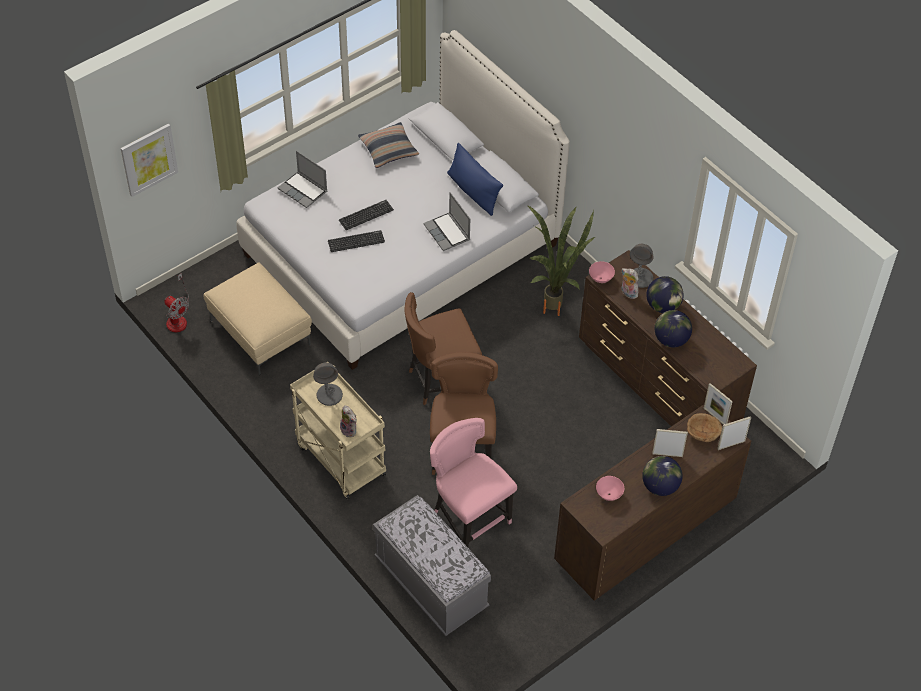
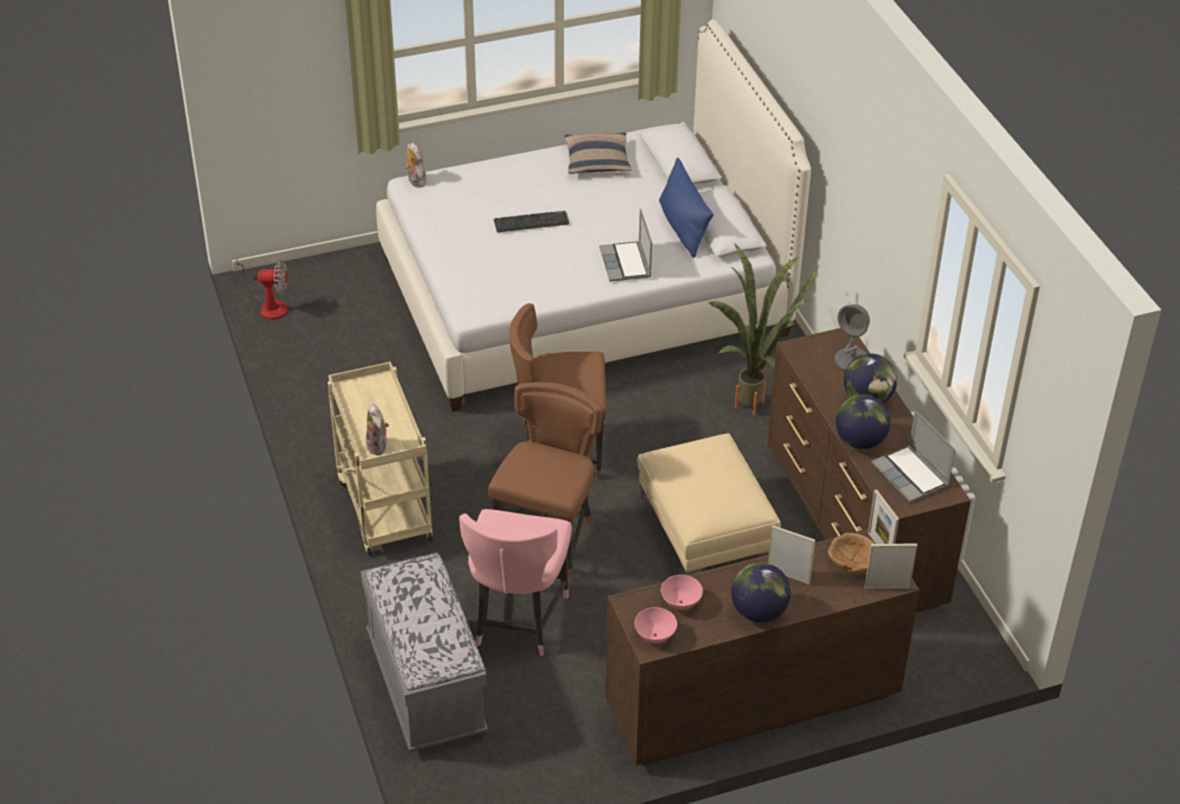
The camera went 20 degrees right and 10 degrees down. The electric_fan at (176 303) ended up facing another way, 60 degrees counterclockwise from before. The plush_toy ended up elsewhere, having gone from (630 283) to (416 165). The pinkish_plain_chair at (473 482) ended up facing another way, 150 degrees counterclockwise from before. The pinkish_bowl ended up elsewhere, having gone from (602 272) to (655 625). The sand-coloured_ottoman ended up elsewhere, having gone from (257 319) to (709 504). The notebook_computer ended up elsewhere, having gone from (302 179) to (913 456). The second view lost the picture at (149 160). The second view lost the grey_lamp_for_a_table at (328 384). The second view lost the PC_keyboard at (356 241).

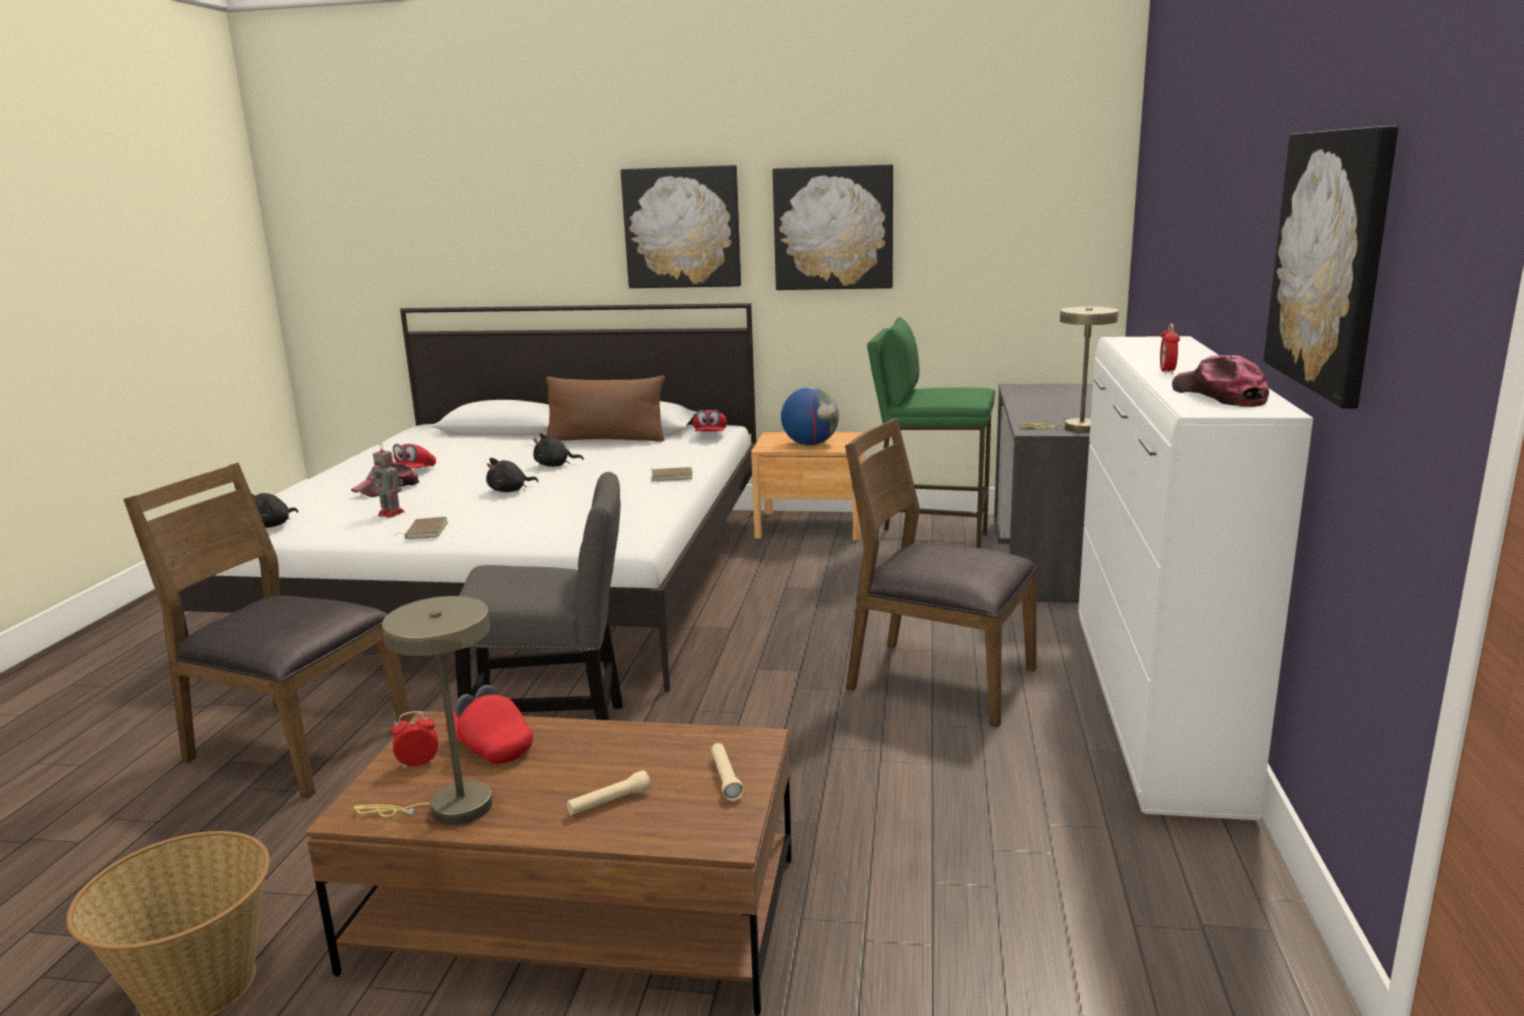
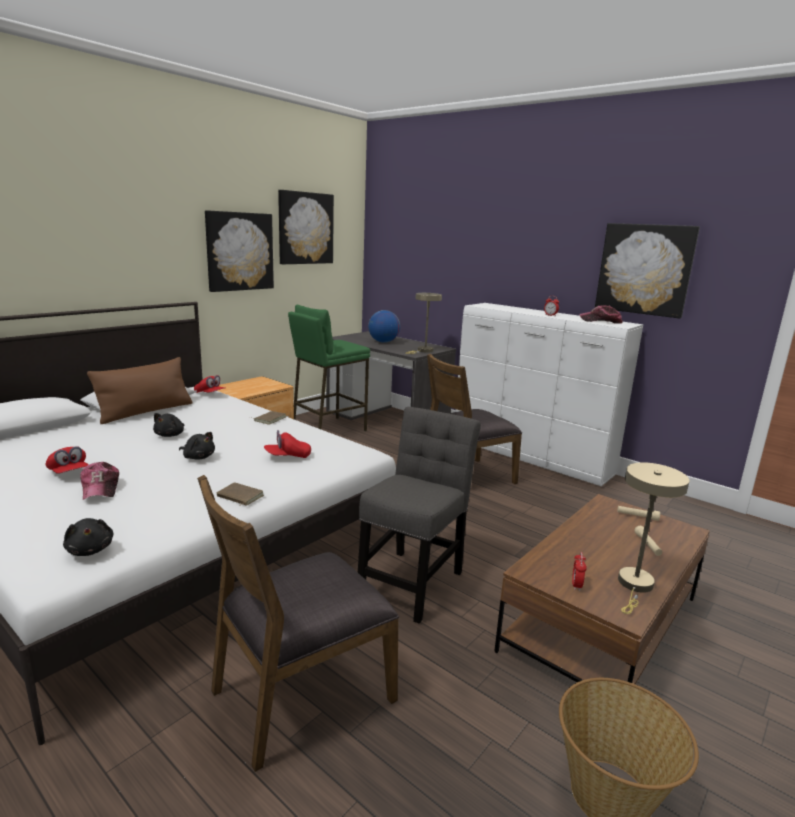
The camera went 60 degrees left and 0 degrees up. The black-coloured_plush_toy at (512 475) ended up facing another way, 60 degrees counterclockwise from before. The red_baseball_cap ended up elsewhere, having gone from (489 724) to (287 444). The picture ended up elsewhere, having gone from (681 226) to (306 227). The globe ended up elsewhere, having gone from (810 416) to (384 326). The second view lost the toy_robot at (388 480).

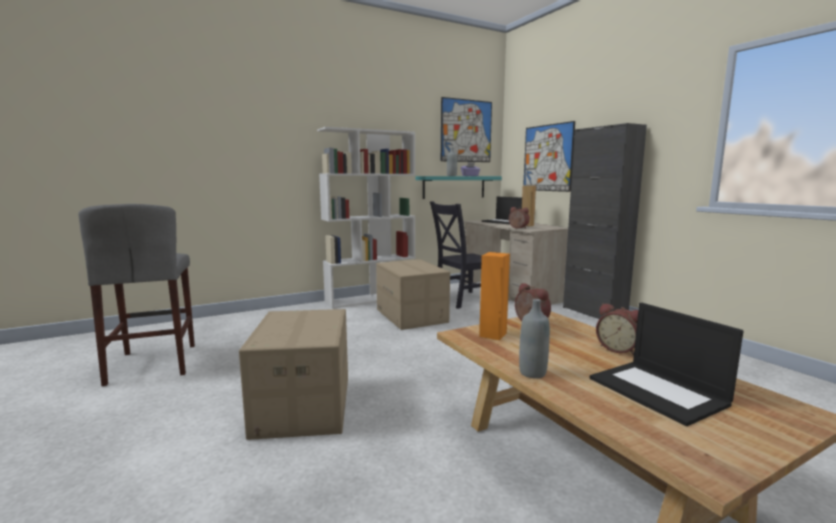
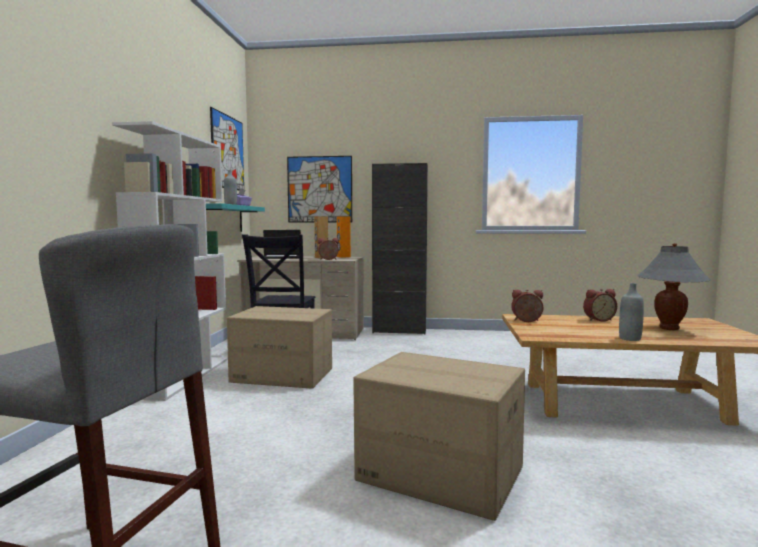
The camera went 55 degrees left and 5 degrees down. The orange-coloured_speaker ended up elsewhere, having gone from (494 296) to (344 237). Where the notebook_computer stood at (666 364), the grey_lamp_for_a_table came to stand at (674 286).

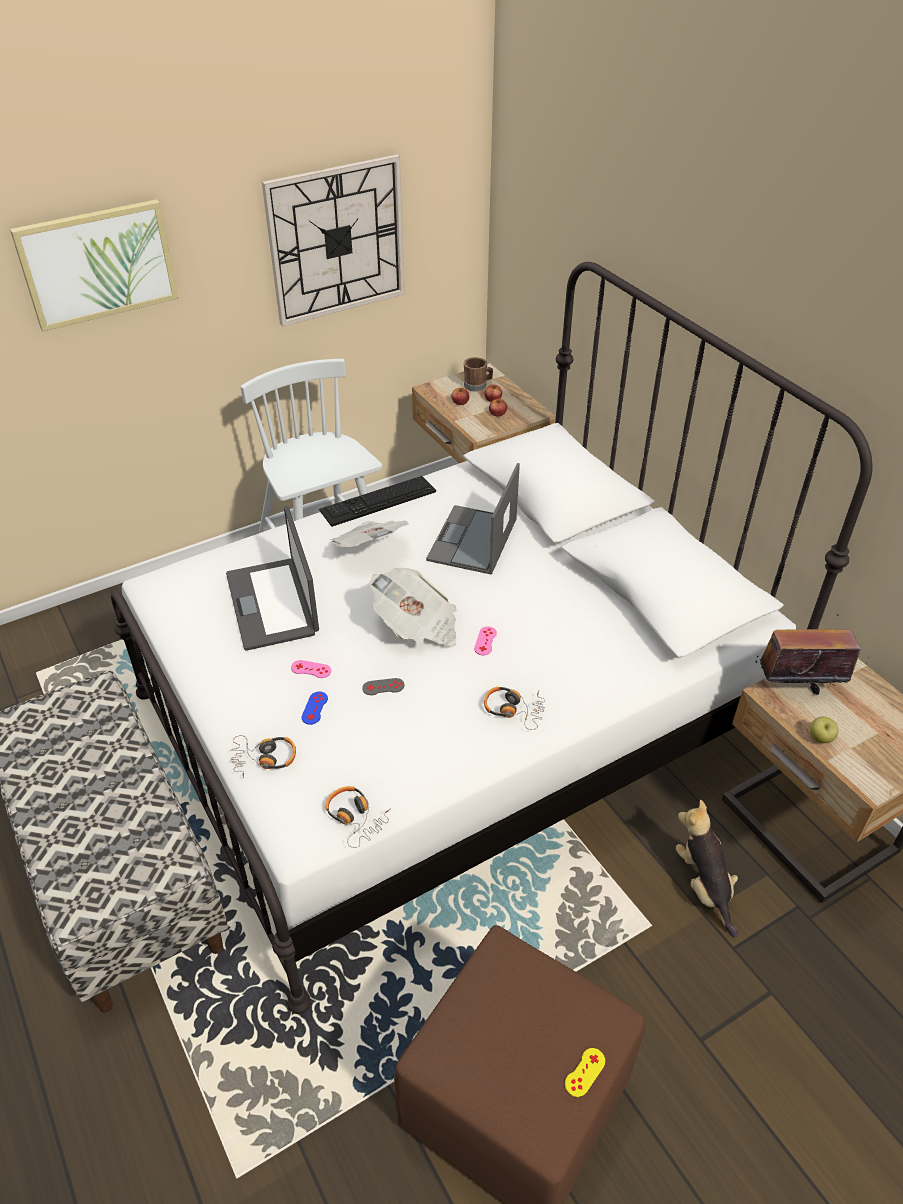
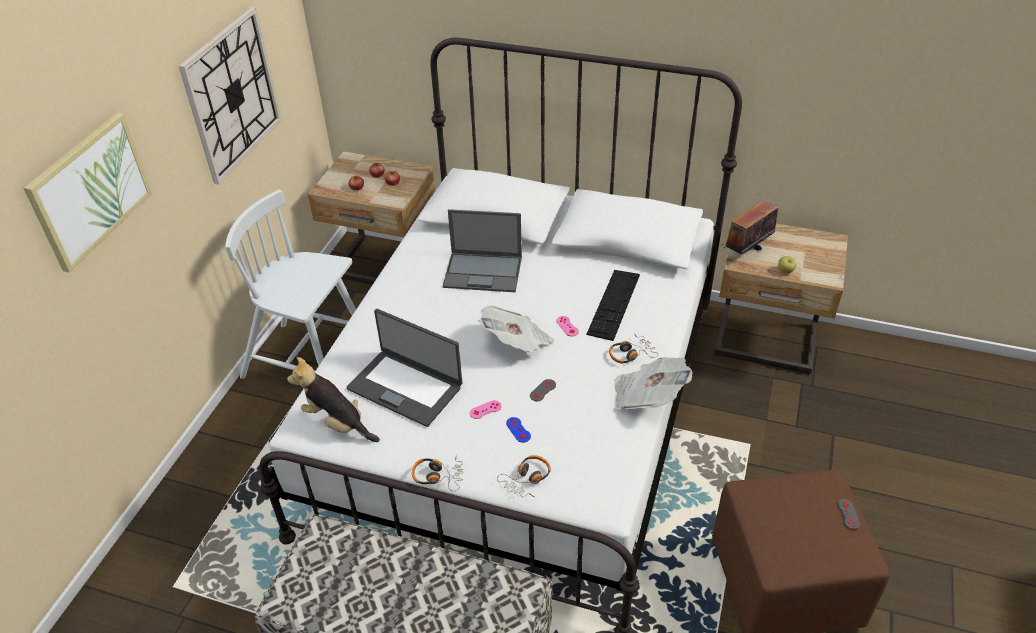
The camera went 40 degrees left and 0 degrees up. The plush_toy ended up elsewhere, having gone from (707 869) to (333 399). The headset ended up elsewhere, having gone from (358 817) to (437 474). The notebook_computer at (473 519) ended up facing another way, 60 degrees counterclockwise from before. The PC_keyboard ended up elsewhere, having gone from (377 501) to (613 305). The newspaper ended up elsewhere, having gone from (369 534) to (653 383). What was the yellow_game_controller at (585 1072) turned into the grey_game_controller at (849 514). The second view lost the brown_mug at (478 374).

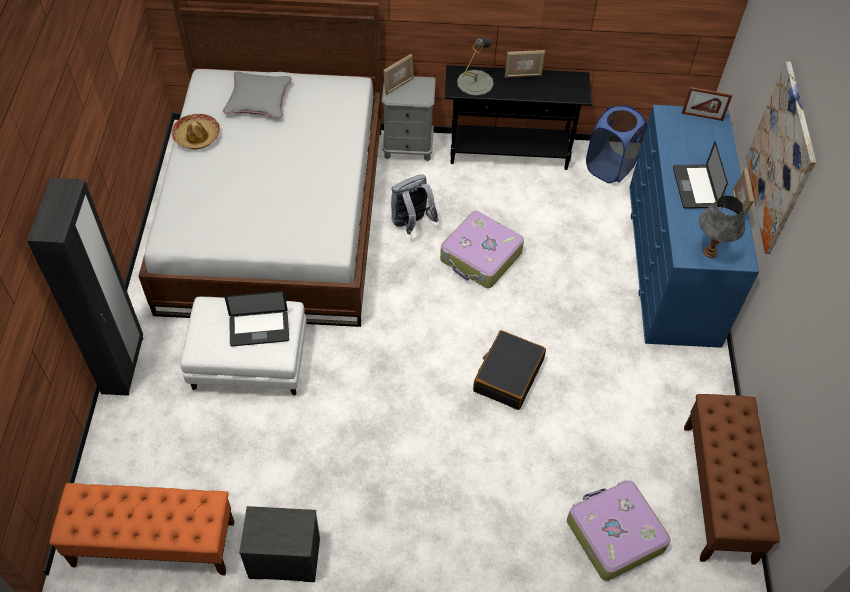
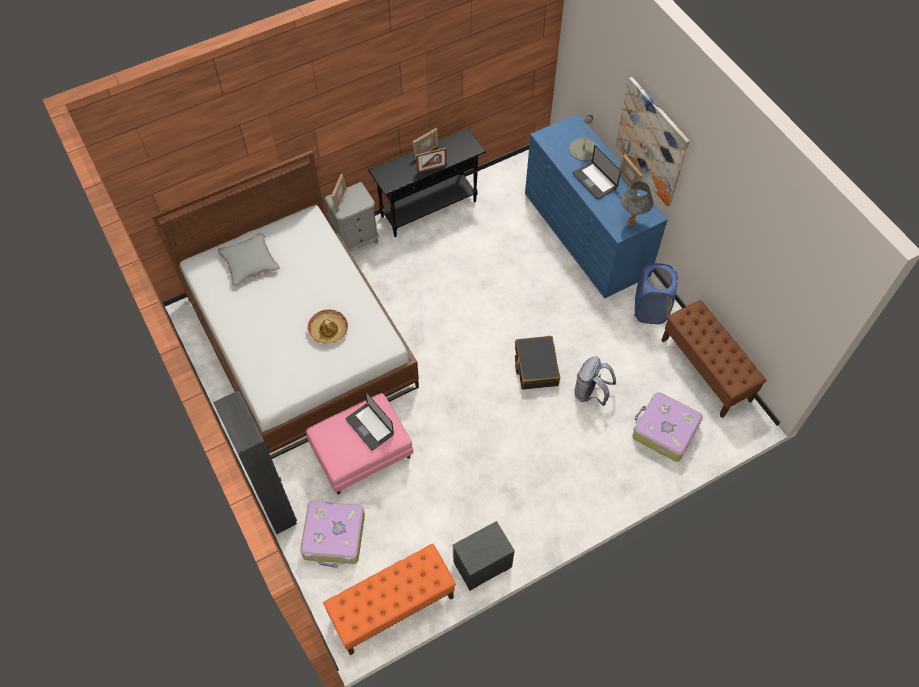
The camera went 30 degrees left and 5 degrees up. The piece_of_luggage ended up elsewhere, having gone from (482 249) to (332 534). What was the whitish_ottoman at (243 346) turned into the pinkish_ottoman at (359 444). The wearable_hat ended up elsewhere, having gone from (195 132) to (328 326). The notebook_computer at (257 319) ended up facing another way, 90 degrees clockwise from before. The picture_frame ended up elsewhere, having gone from (707 104) to (431 160). The grey_lamp_for_a_table ended up elsewhere, having gone from (475 67) to (583 137). The grey_backpack ended up elsewhere, having gone from (415 204) to (595 381). The blue-coloured_laundry_basket ended up elsewhere, having gone from (616 144) to (656 293).

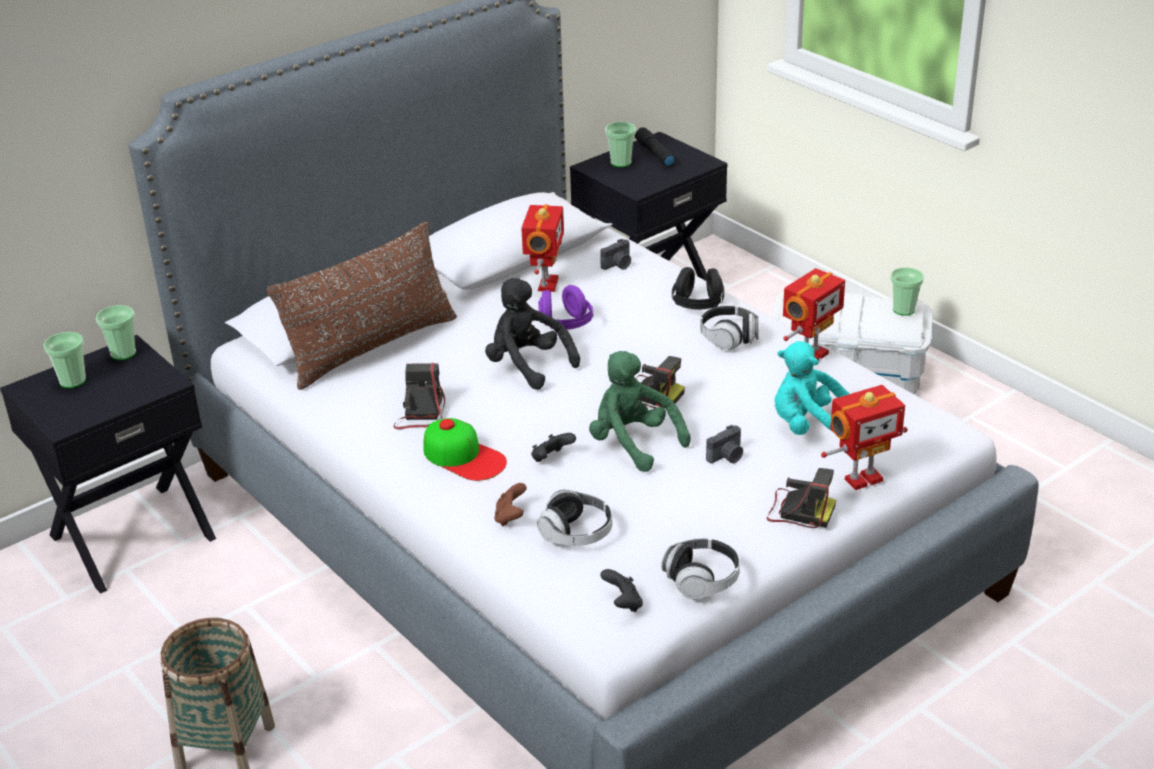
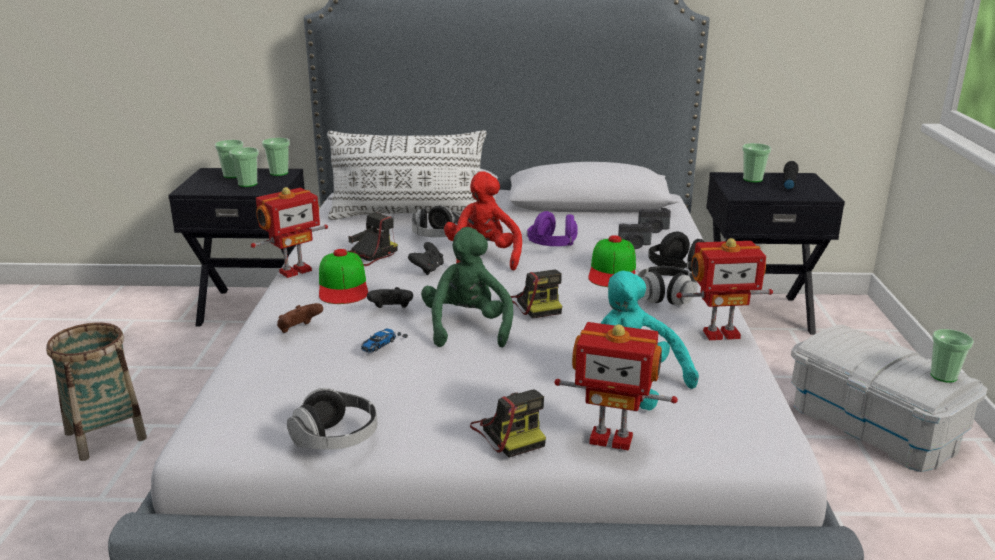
The camera went 40 degrees right and 10 degrees down. The second view gained the cup at (244 167). The toy_robot ended up elsewhere, having gone from (542 248) to (289 232). What was the brown_pillow at (362 305) turned into the whitish_pillow at (407 175). The second view gained the miniature_car at (384 340). The black-coloured_game_controller ended up elsewhere, having gone from (621 590) to (426 258). The headset ended up elsewhere, having gone from (574 517) to (436 221). What was the black-coloured_plush_toy at (532 334) turned into the red_plush_toy at (483 220). The second view gained the baseball_cap at (612 261). The photo_camera ended up elsewhere, having gone from (724 444) to (635 235).

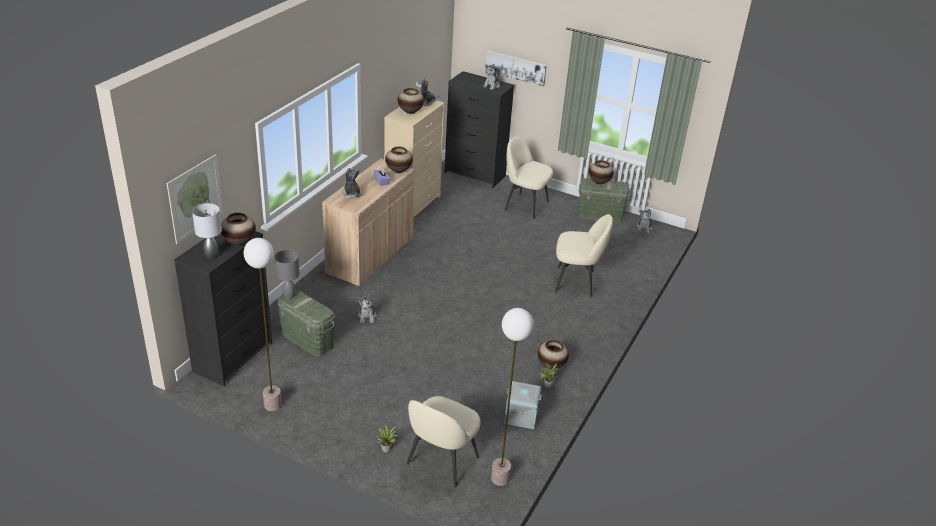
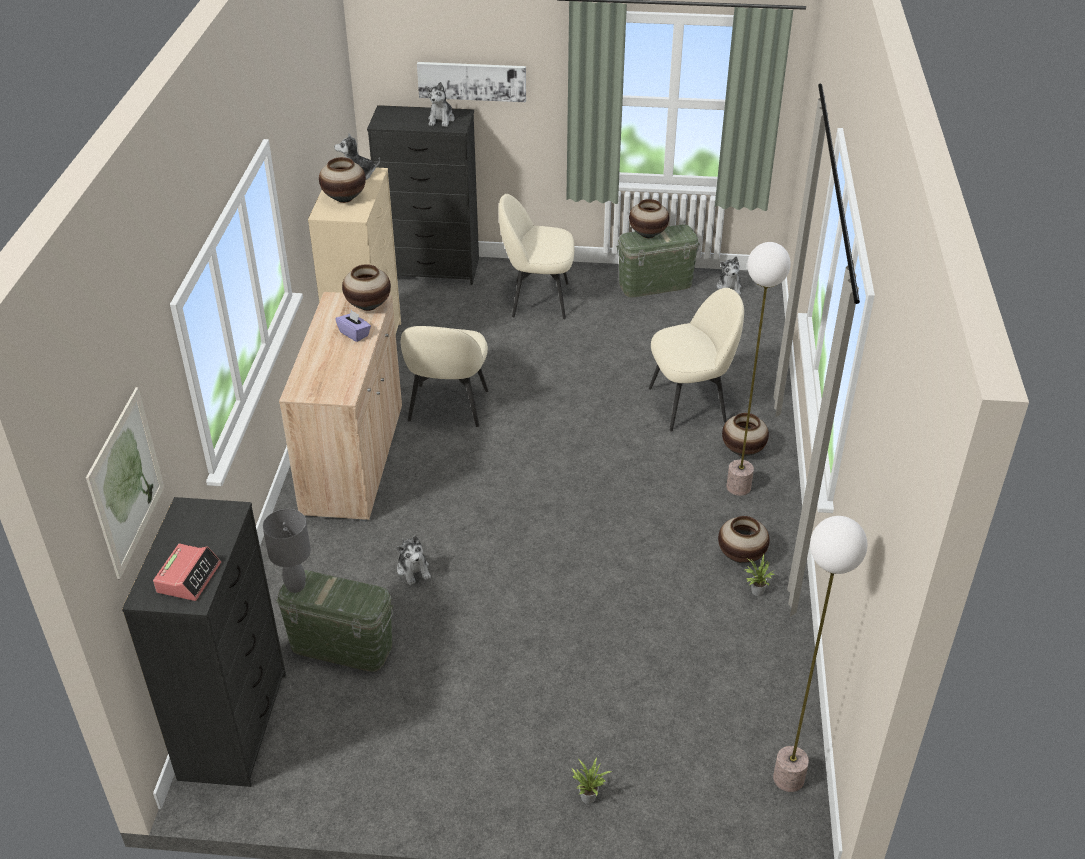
The camera went 20 degrees left and 5 degrees up. Where the grey_lamp_for_a_table stood at (207 231), the bedside_clock came to stand at (187 572). The sand-coloured_plain_chair ended up elsewhere, having gone from (443 441) to (444 376). The vase ended up elsewhere, having gone from (238 229) to (745 434). The floor_lamp ended up elsewhere, having gone from (263 324) to (758 369). The second view lost the plush_toy at (351 183). The second view lost the grey_storage_box at (523 405).

